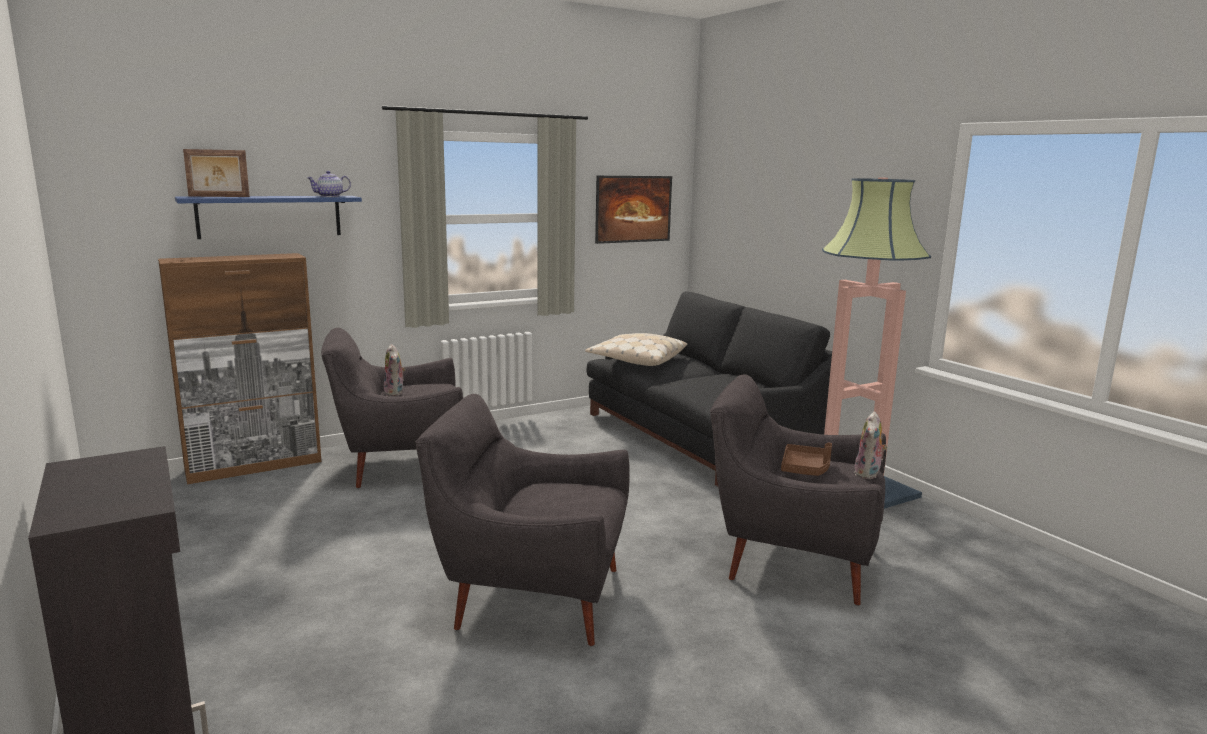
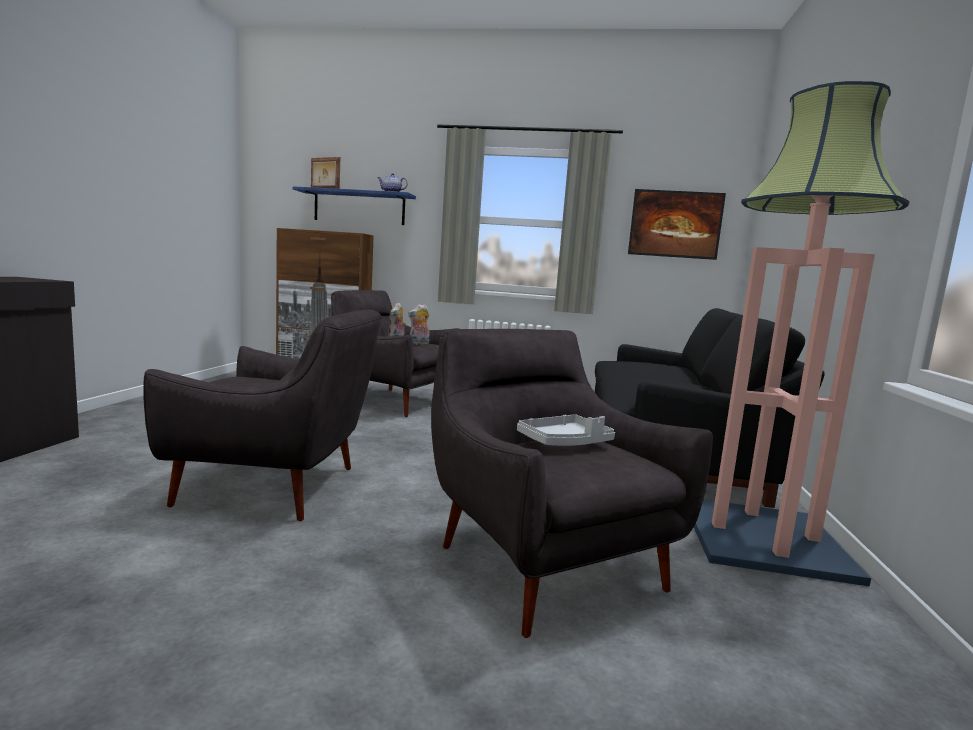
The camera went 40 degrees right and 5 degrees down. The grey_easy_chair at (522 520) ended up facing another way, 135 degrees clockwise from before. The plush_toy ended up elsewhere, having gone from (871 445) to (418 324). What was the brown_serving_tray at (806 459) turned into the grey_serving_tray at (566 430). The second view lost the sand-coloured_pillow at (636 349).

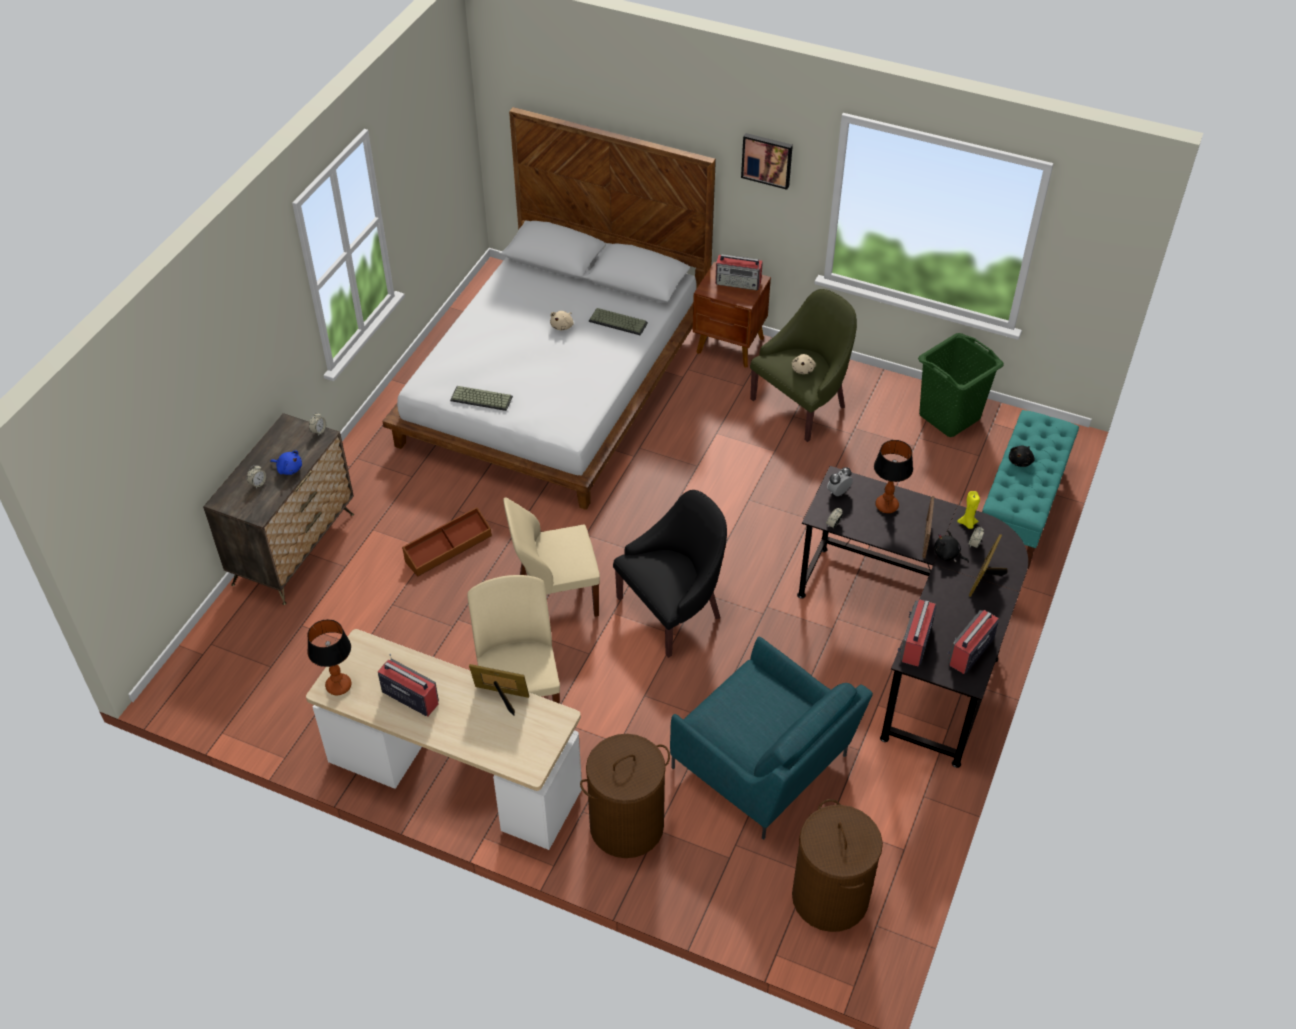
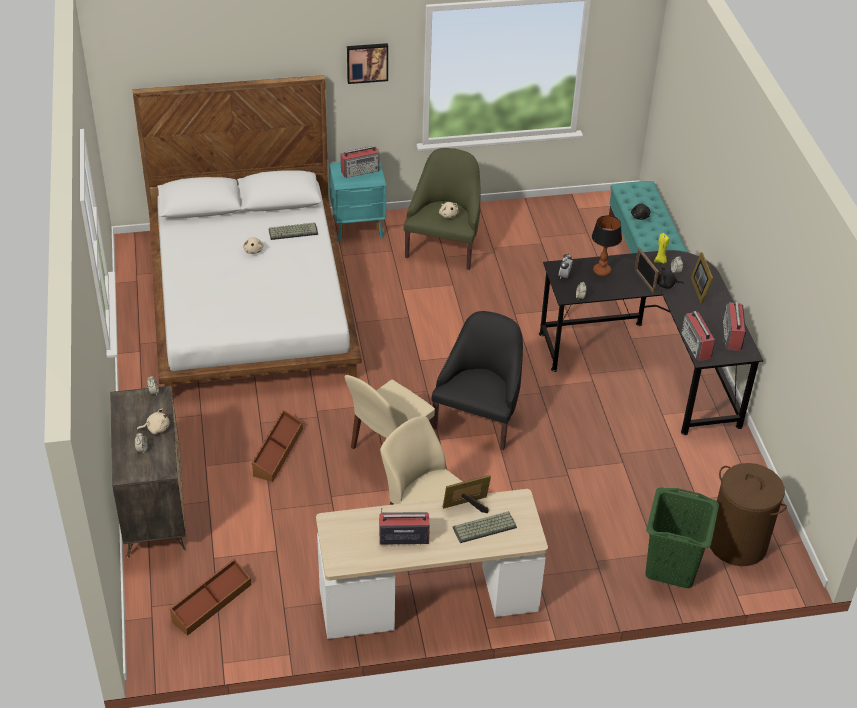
The camera went 35 degrees left and 5 degrees down. What was the blue-coloured_plush_toy at (286 463) turned into the sand-coloured_plush_toy at (153 421). The second view gained the brown_storage_box at (210 597). What was the brown_nightstand at (732 315) turned into the turquoise-coloured_nightstand at (357 200). The PC_keyboard ended up elsewhere, having gone from (481 398) to (485 527). The greenish_laundry_basket ended up elsewhere, having gone from (961 385) to (682 537). The second view lost the lamp_for_a_table at (329 657). The second view lost the brown_laundry_basket at (625 796). The second view lost the turquoise-coloured_easy_chair at (771 738).

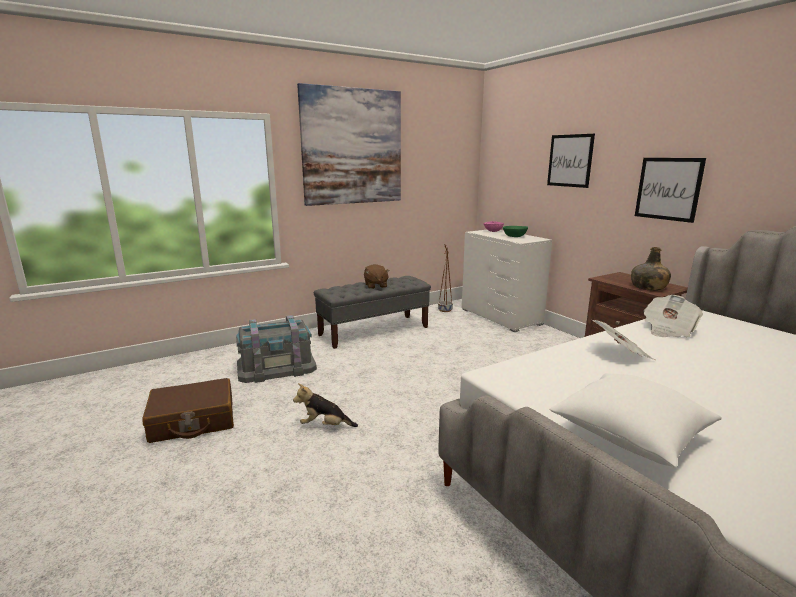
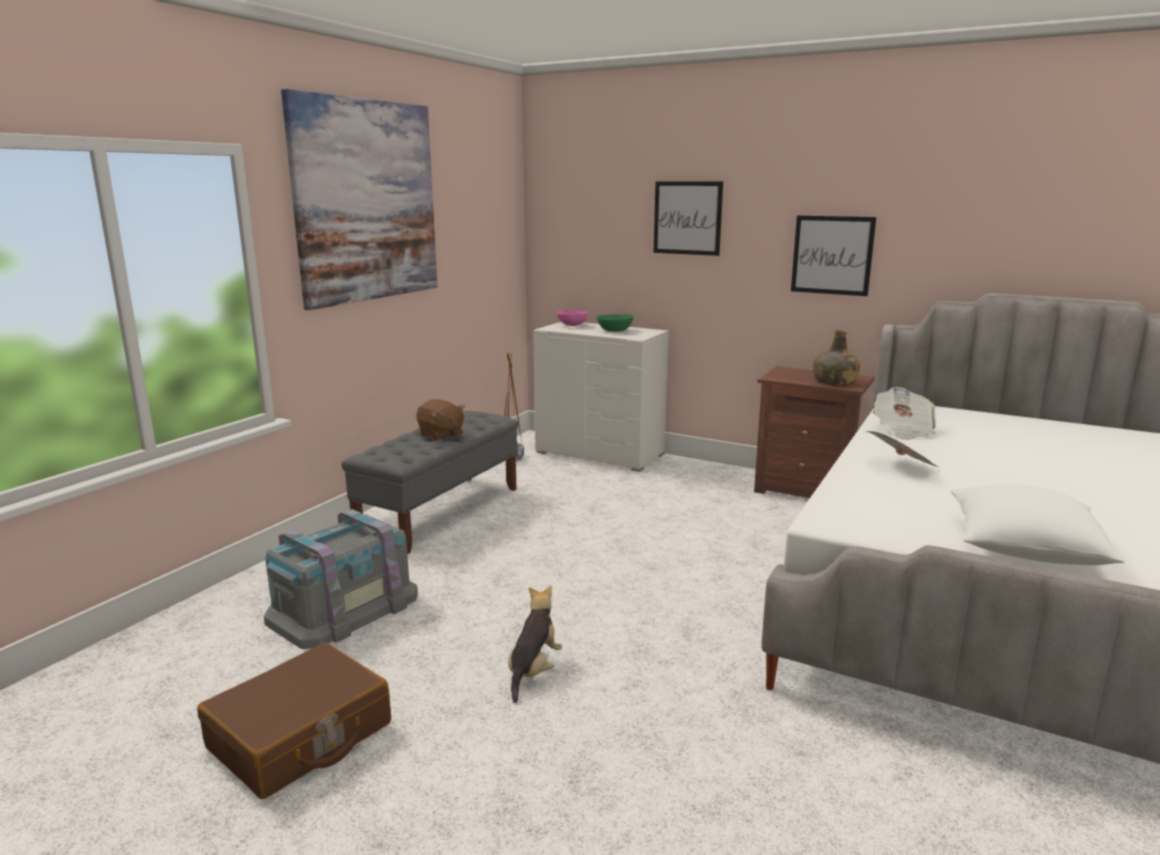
The camera went 30 degrees left and 0 degrees up. The plush_toy at (325 405) ended up facing another way, 135 degrees clockwise from before.

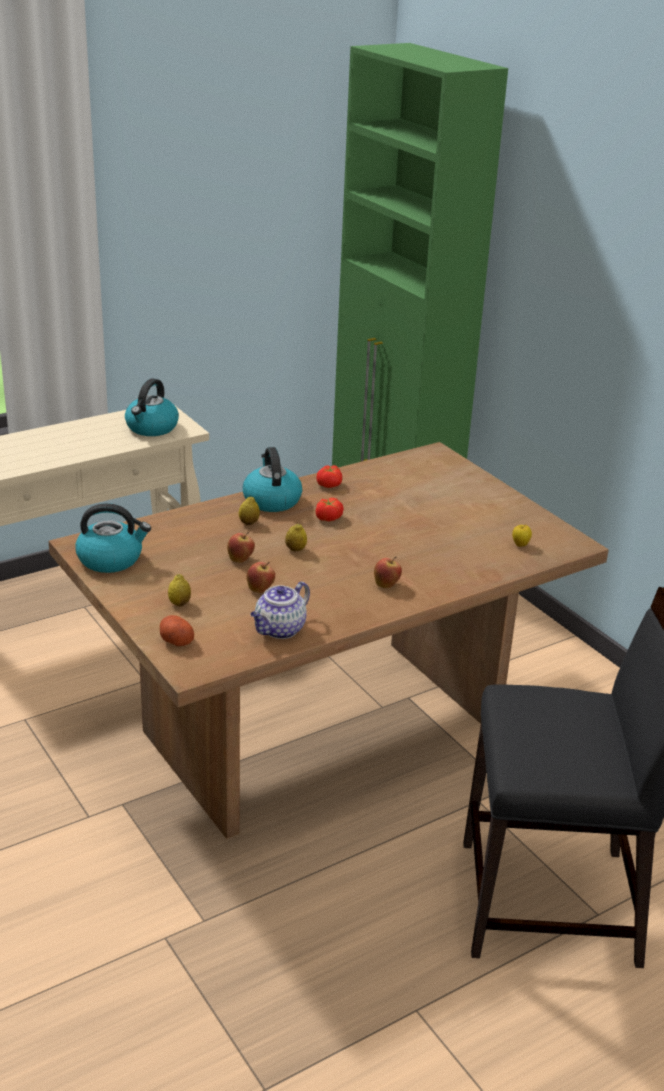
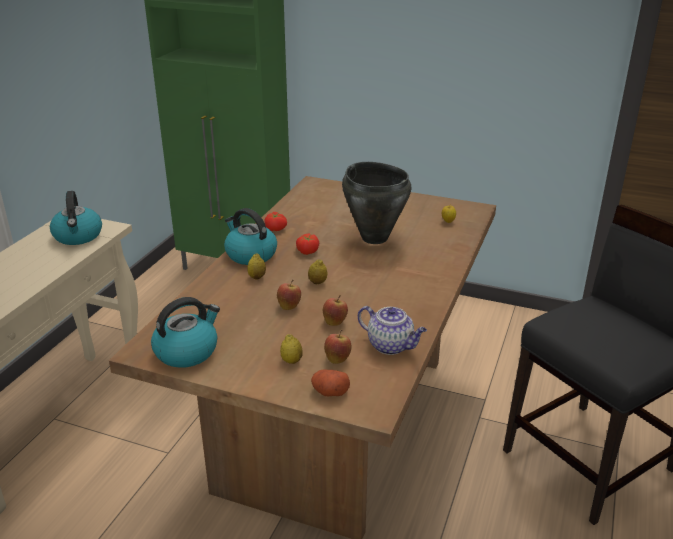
The camera went 35 degrees left and 0 degrees up. The whole_apple ended up elsewhere, having gone from (388 572) to (337 347). The second view gained the black-coloured_stockpot at (376 203). The pot_for_tea at (280 610) ended up facing another way, 60 degrees counterclockwise from before.

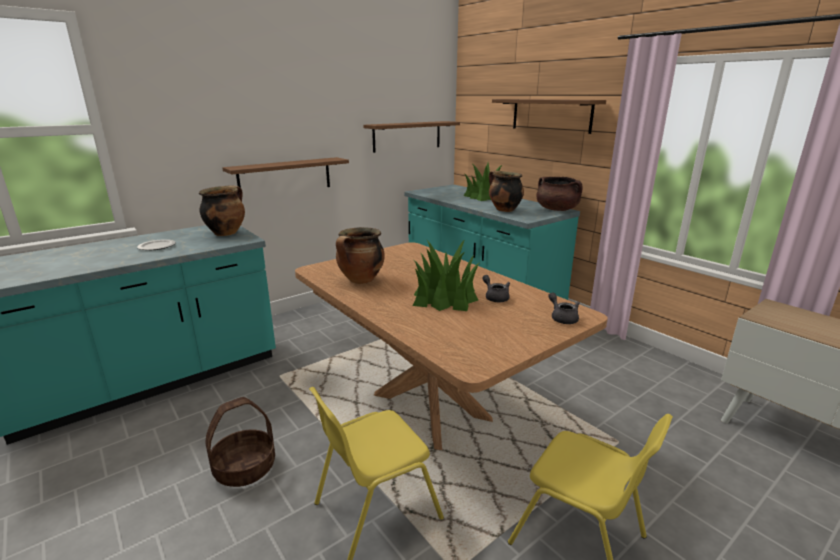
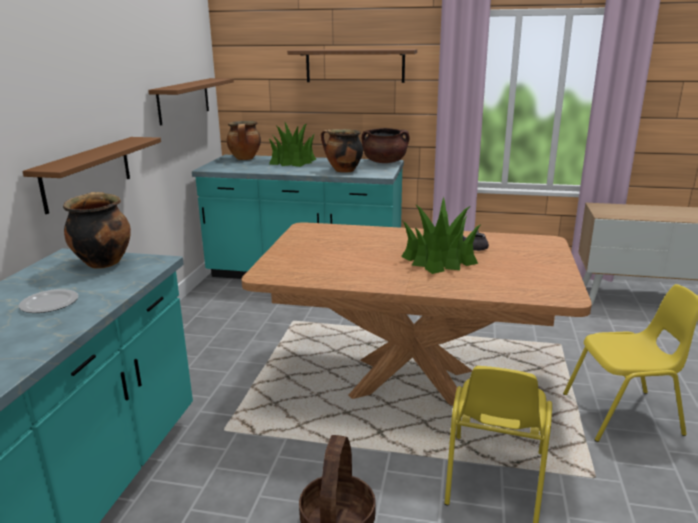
The camera went 40 degrees left and 0 degrees up. The stockpot ended up elsewhere, having gone from (360 255) to (244 140). The second view lost the grey_pot_for_tea at (564 308).

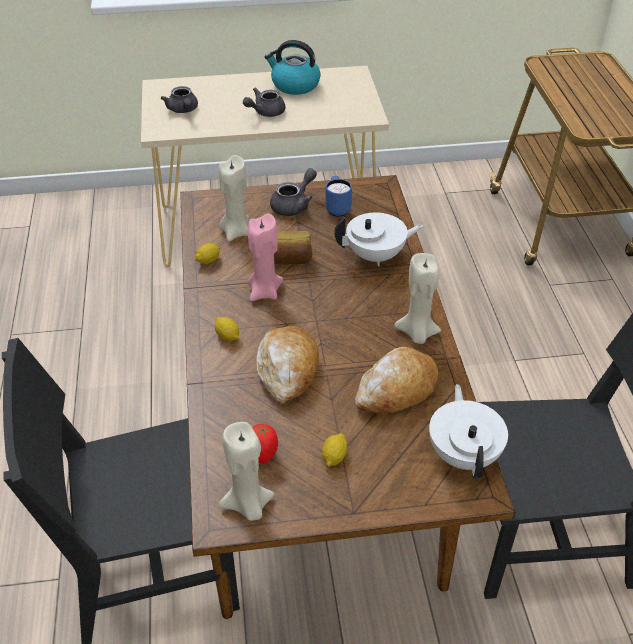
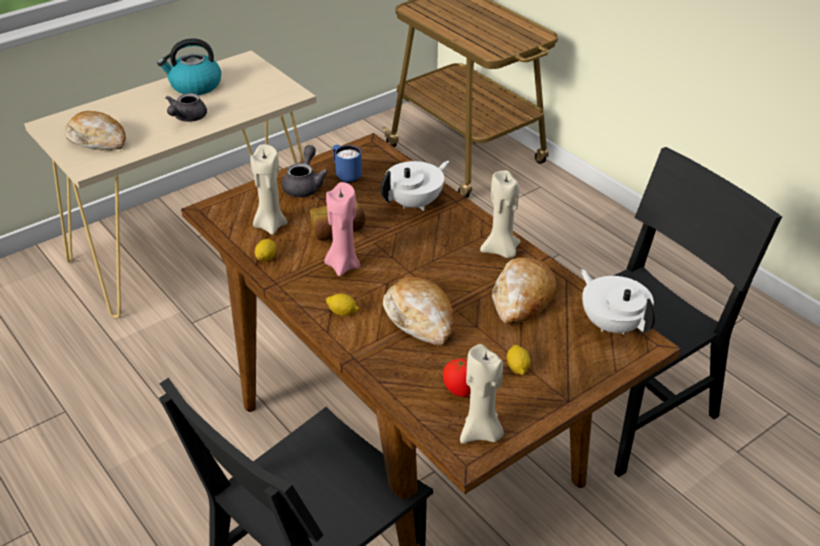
The camera went 30 degrees left and 5 degrees down. Where the grey_pot_for_tea stood at (179 99), the bakery_bread came to stand at (95 130).

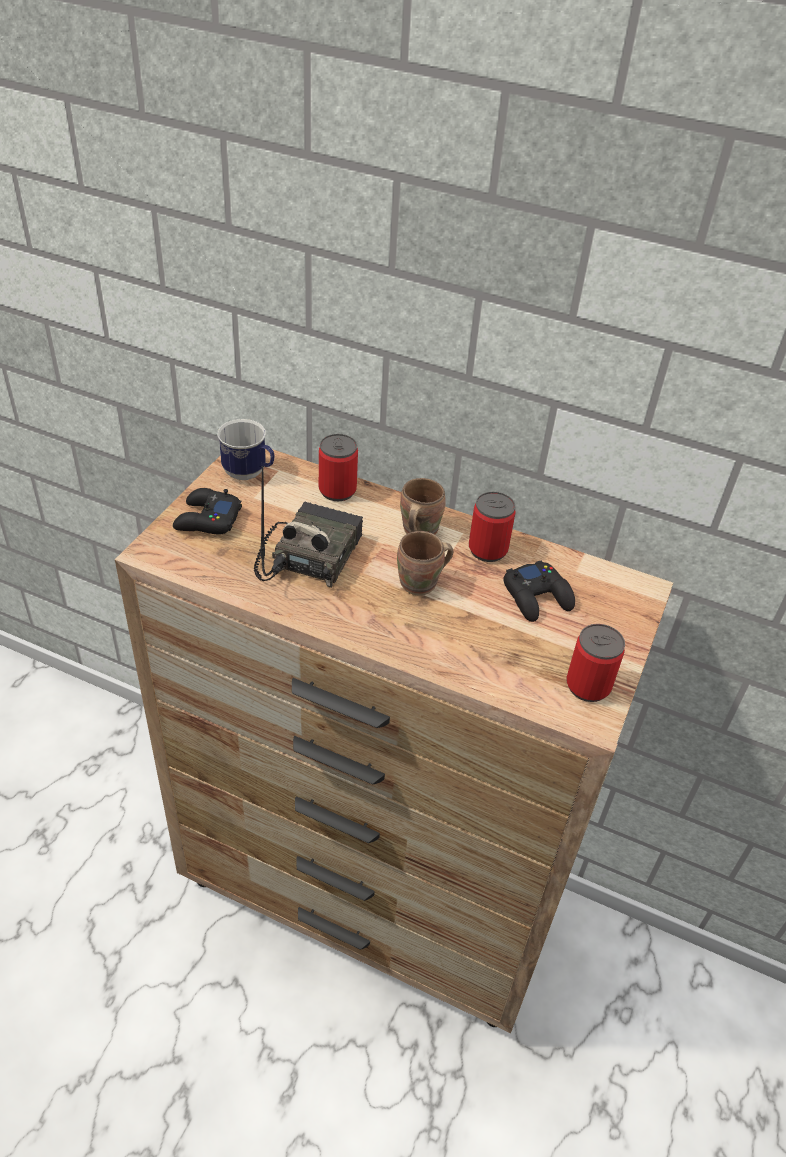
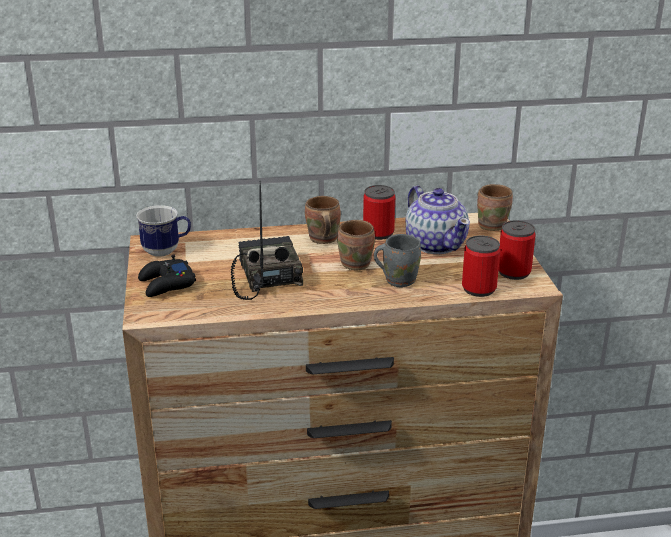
The camera went 30 degrees left and 15 degrees down. The second view gained the grey_mug at (397 261). Where the black-coloured_game_controller stood at (539 591), the pot_for_tea came to stand at (438 219). The sealed_can ended up elsewhere, having gone from (338 467) to (481 266). The second view gained the brown_mug at (495 207).

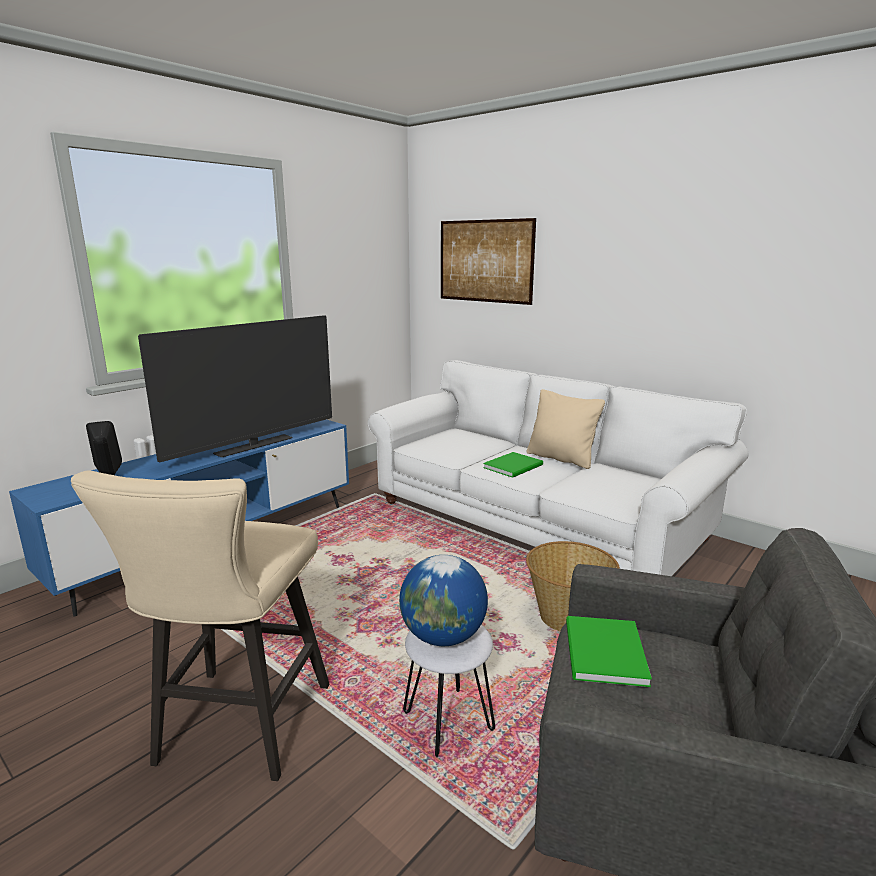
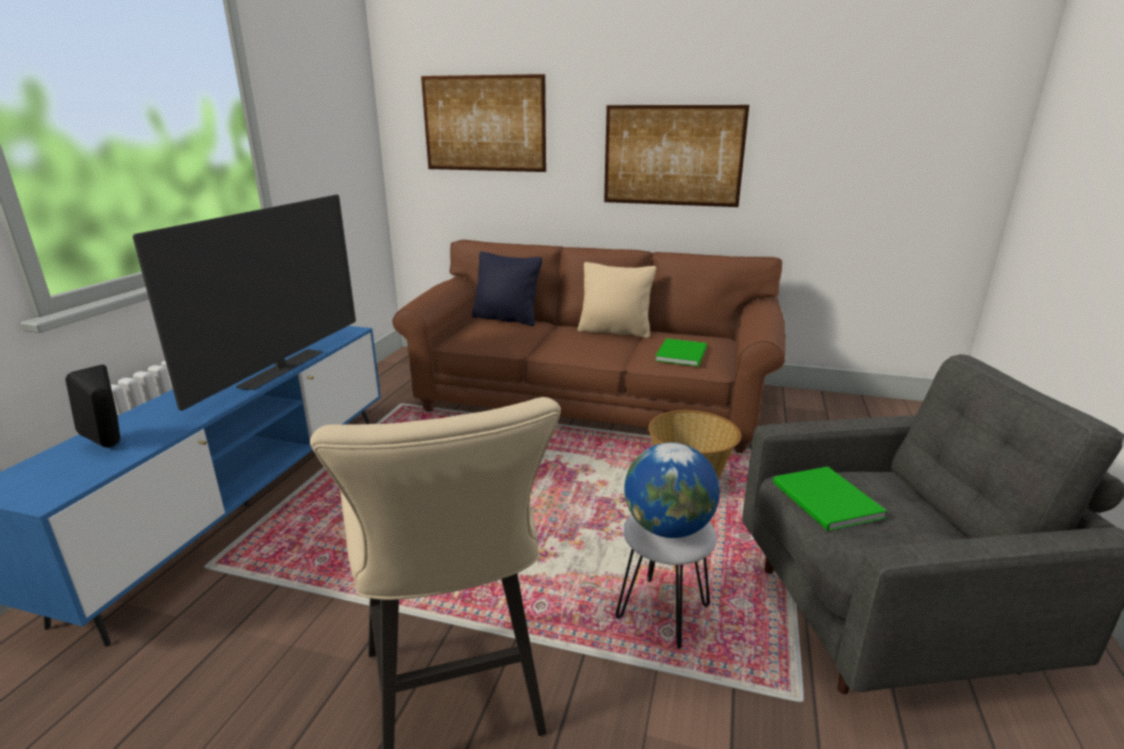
The camera went 25 degrees left and 5 degrees up. What was the whitish_couch at (558 468) turned into the brown_couch at (589 346). The second view gained the black-coloured_pillow at (507 289). The second view gained the picture at (676 156). The greenish_bound_book ended up elsewhere, having gone from (513 465) to (681 352).

